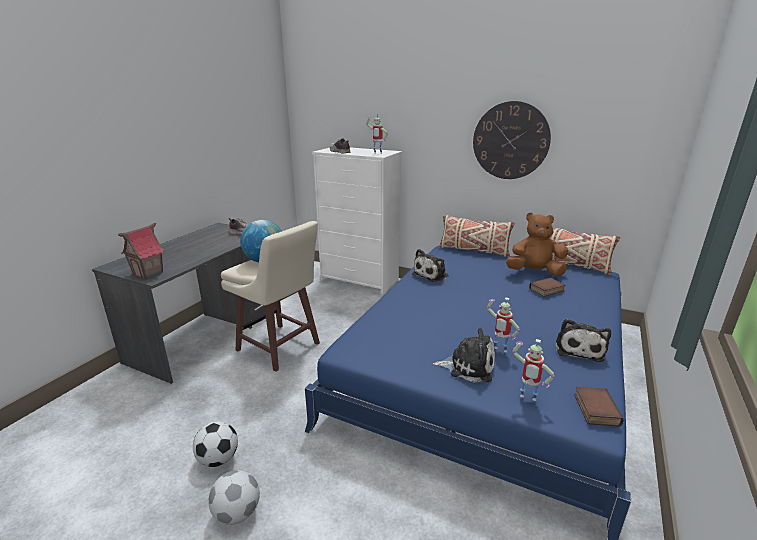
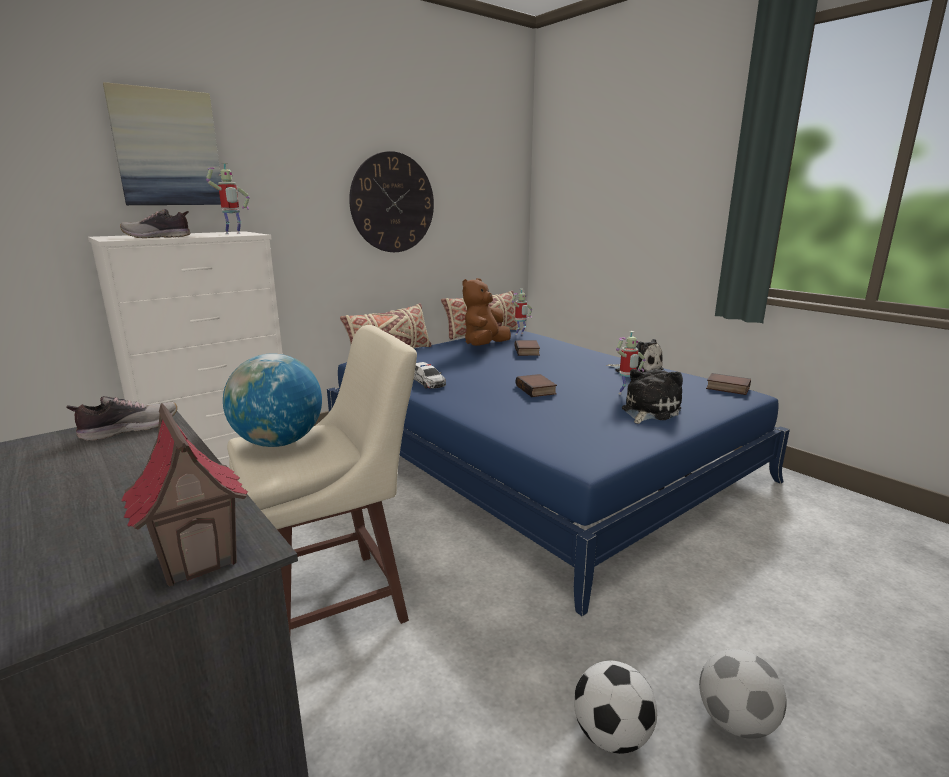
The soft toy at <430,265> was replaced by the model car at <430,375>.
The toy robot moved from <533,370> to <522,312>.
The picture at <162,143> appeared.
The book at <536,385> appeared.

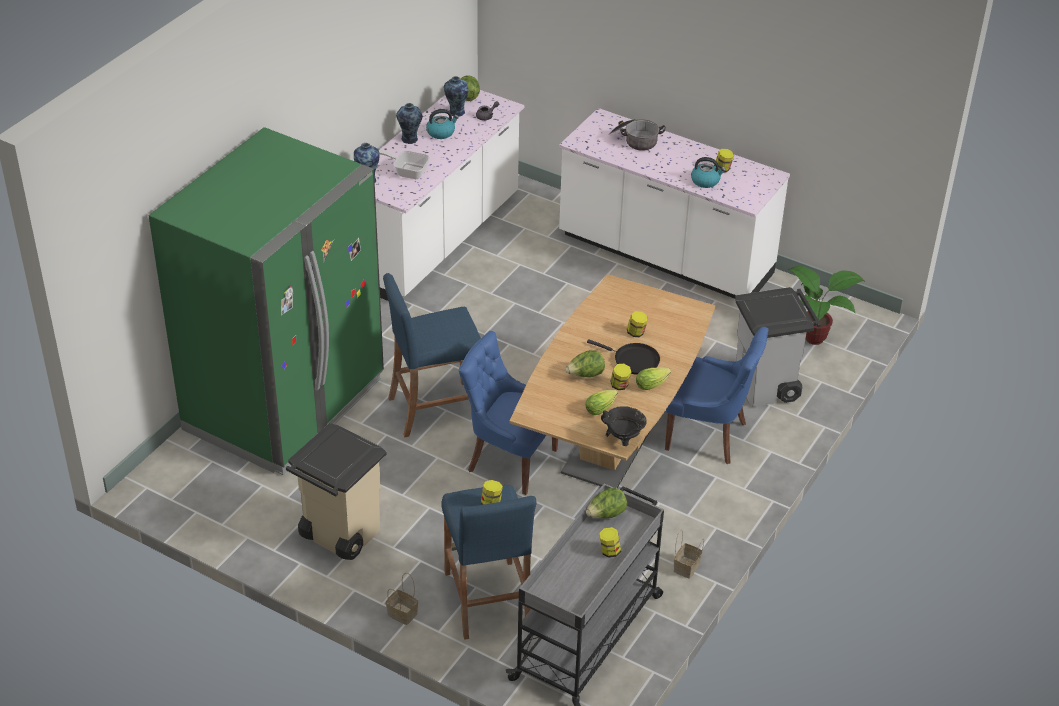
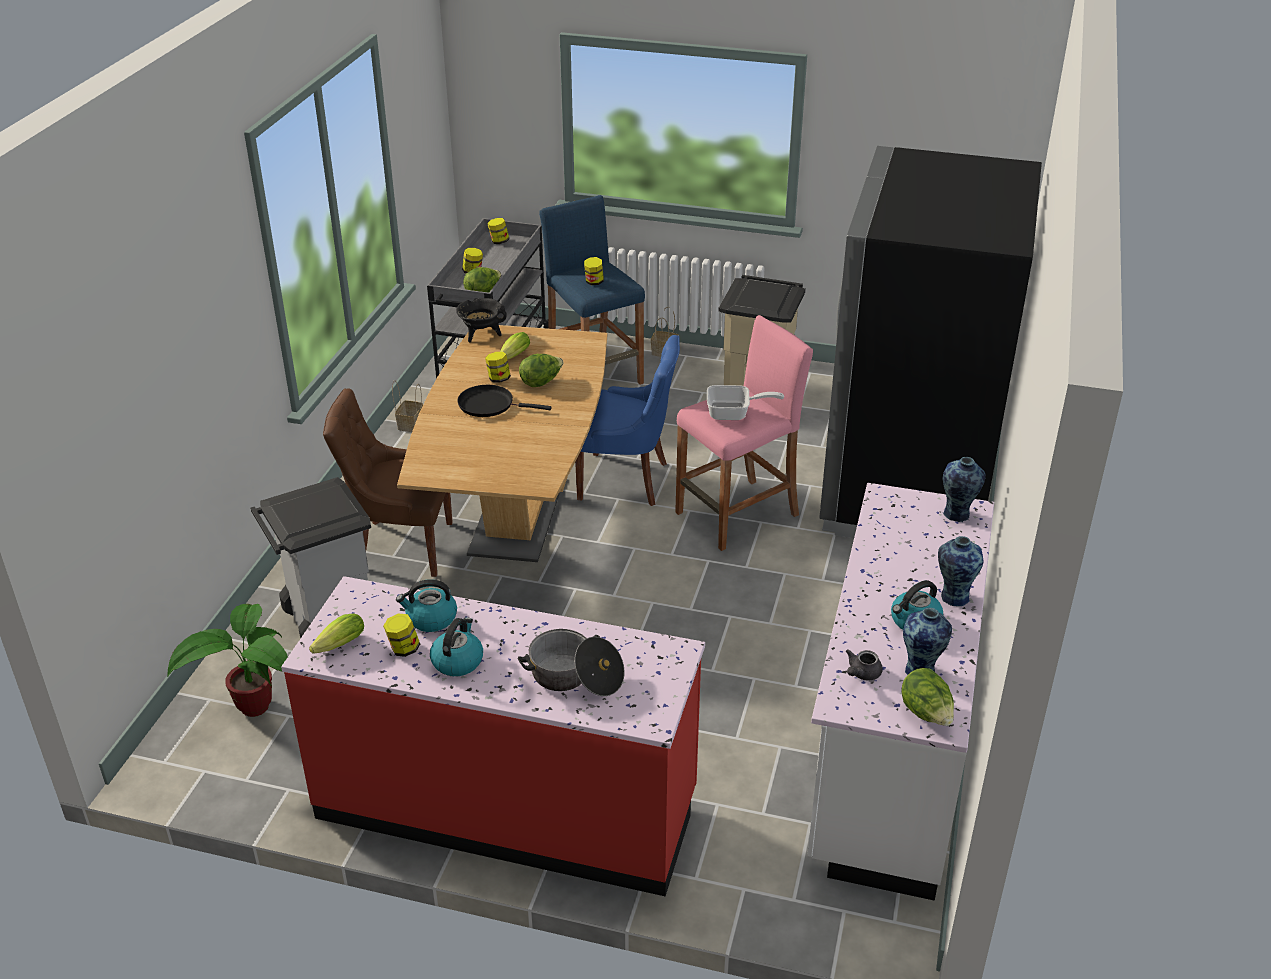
The white-coloured counter at <674,203> became the reddish counter at <493,736>.
The green-coloured kitchen fridge at <266,301> became the blackish kitchen fridge at <930,342>.
The pan moved from <404,164> to <745,402>.
The blue-coloured stool at <432,355> became the pink-coloured stool at <744,433>.
The jar moved from <637,324> to <498,231>.
The blue-coloured chair at <716,395> became the brown-coloured chair at <387,482>.
The lettuce moved from <653,378> to <336,633>.
The water kettle at <456,646> appeared.

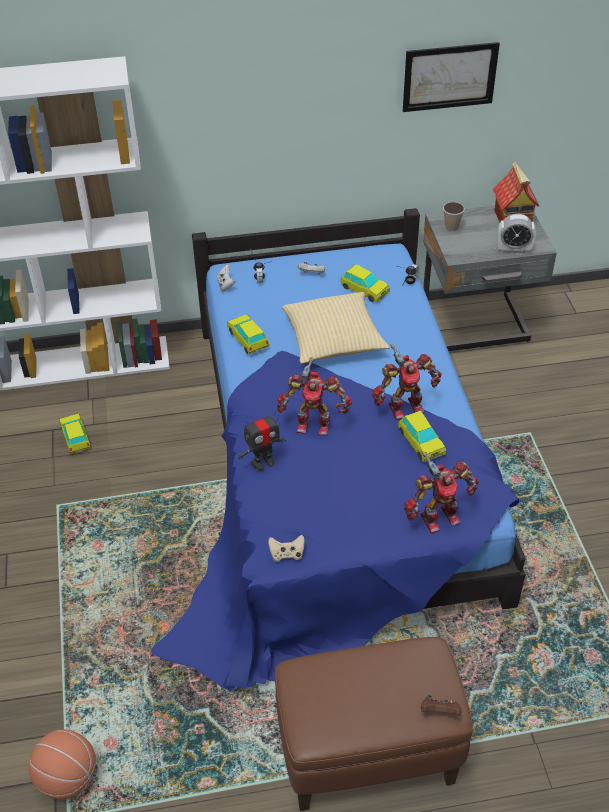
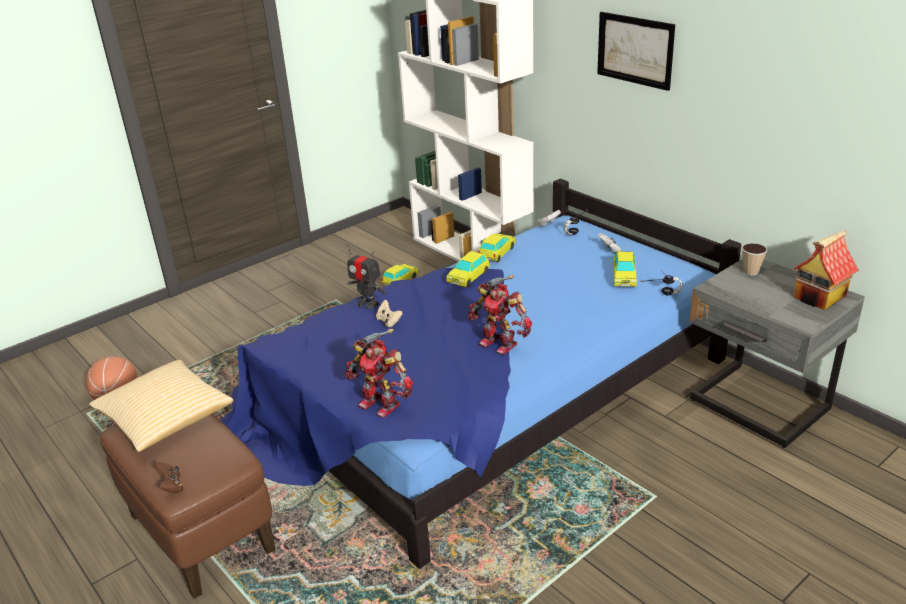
The picture moved from <451,77> to <636,51>.
The alarm clock at <516,234> disappeared.
The cushion moved from <336,328> to <161,406>.
The toy robot at <314,396> disappeared.
The model car moved from <422,436> to <468,269>.
The sand-coloured gamepad moved from <286,548> to <389,313>.

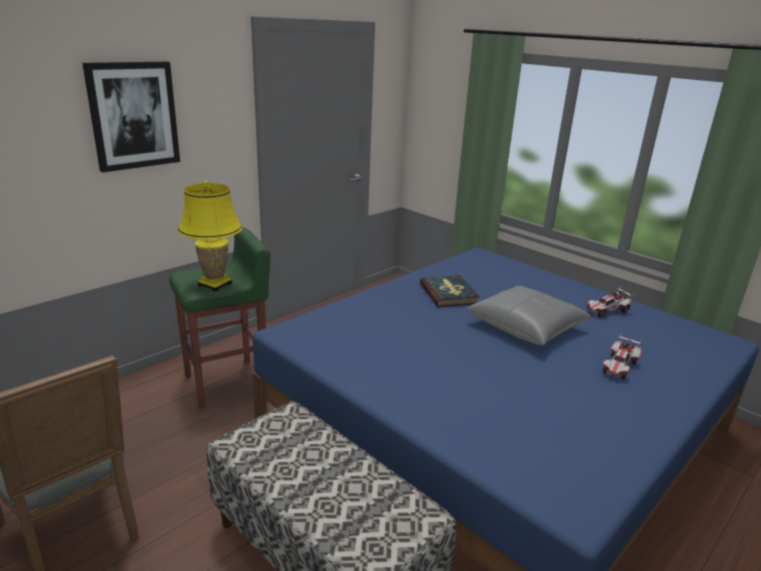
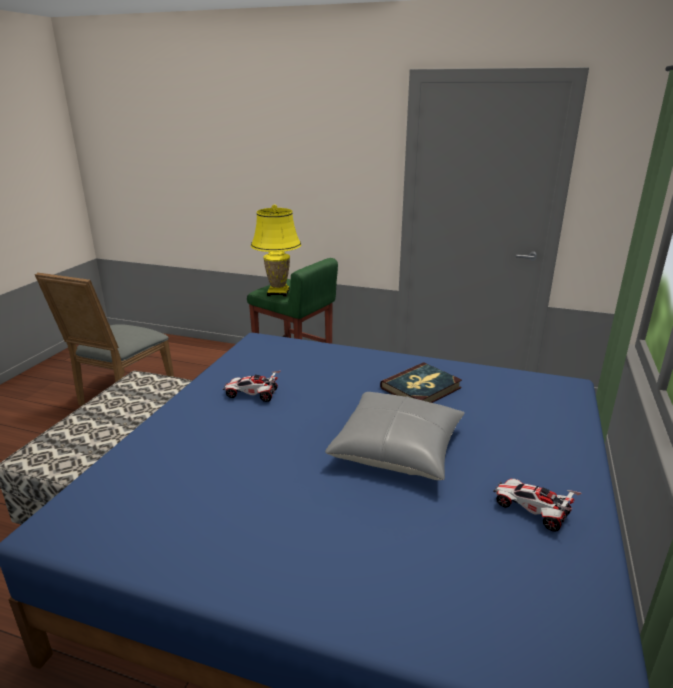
The picture at <131,117> disappeared.
The model car moved from <622,356> to <251,386>.

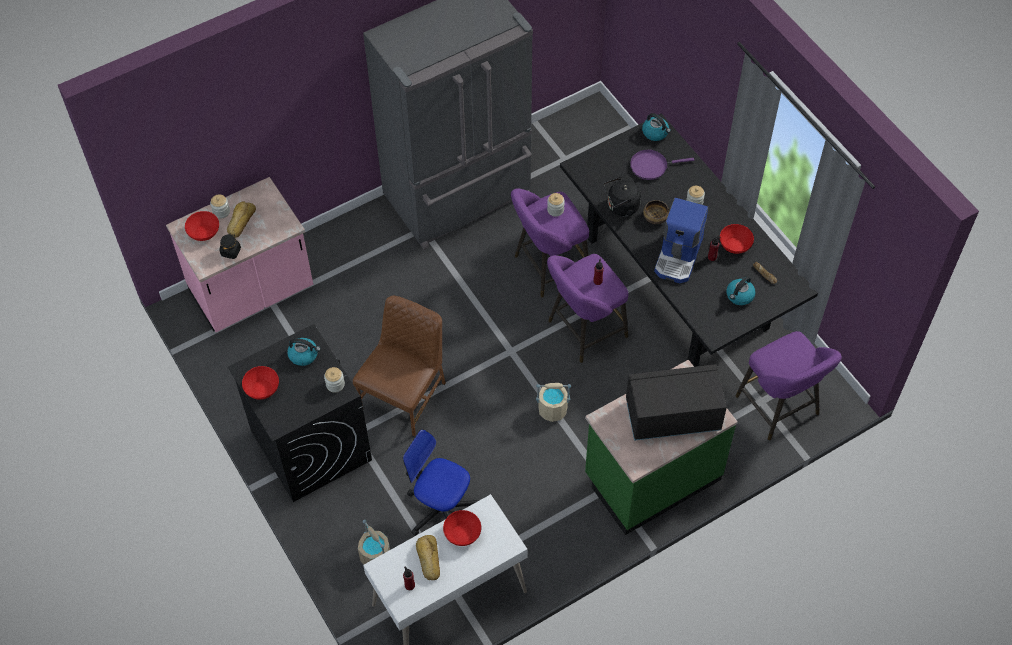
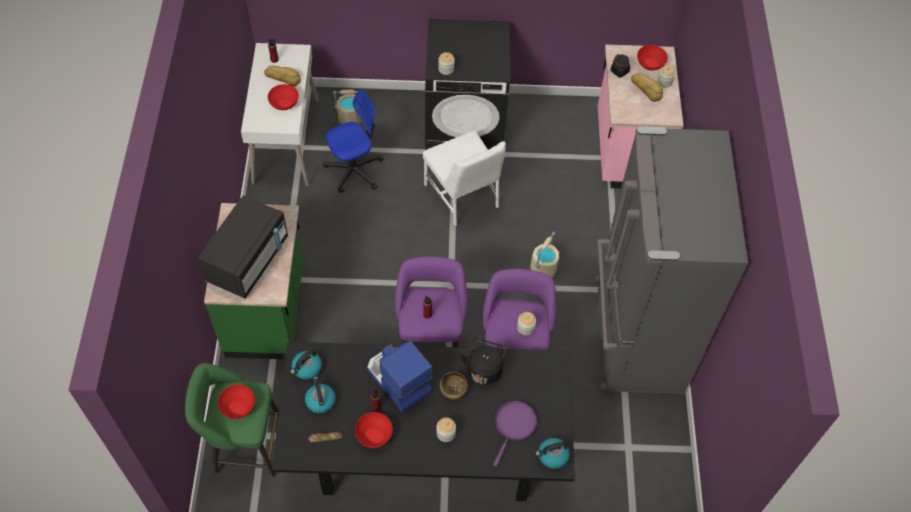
The brown-coloured chair at <399,366> became the white-coloured chair at <464,179>.
The purple stool at <789,385> became the green-coloured stool at <232,420>.
The water kettle moved from <304,352> to <306,365>.
The reddish bowl moved from <260,383> to <236,402>.
The sand-coloured bucket moved from <553,402> to <544,255>.

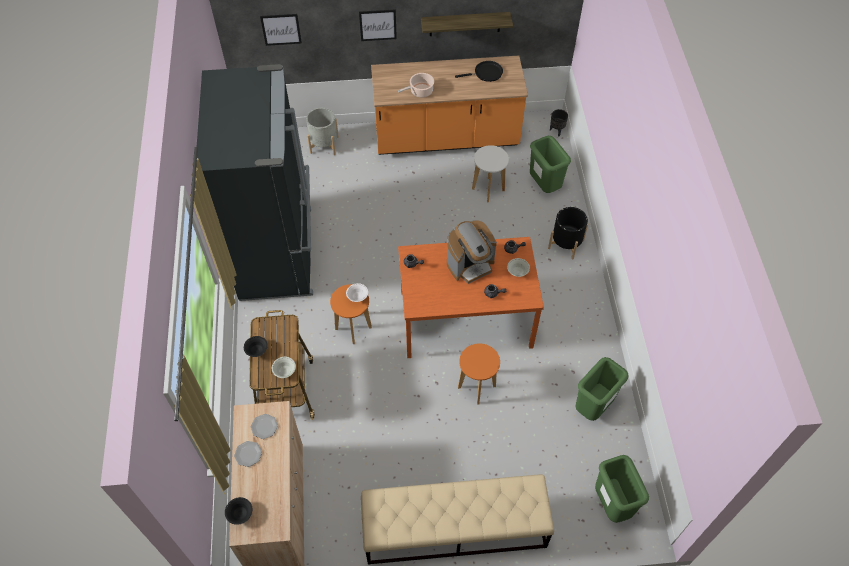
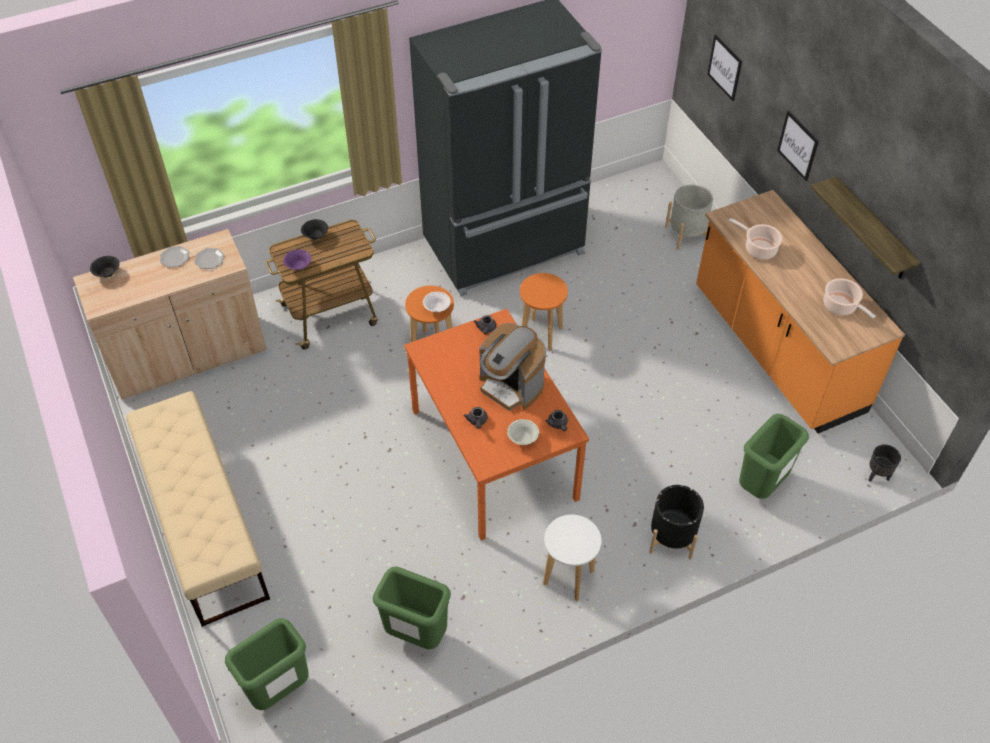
The blackish pan at <479,71> was replaced by the cooking pot at <849,298>.
The white-coloured stool moved from <490,174> to <572,558>.
The orangey stool moved from <479,374> to <544,312>.
The white-coloured bowl at <284,367> became the purple bowl at <297,260>.

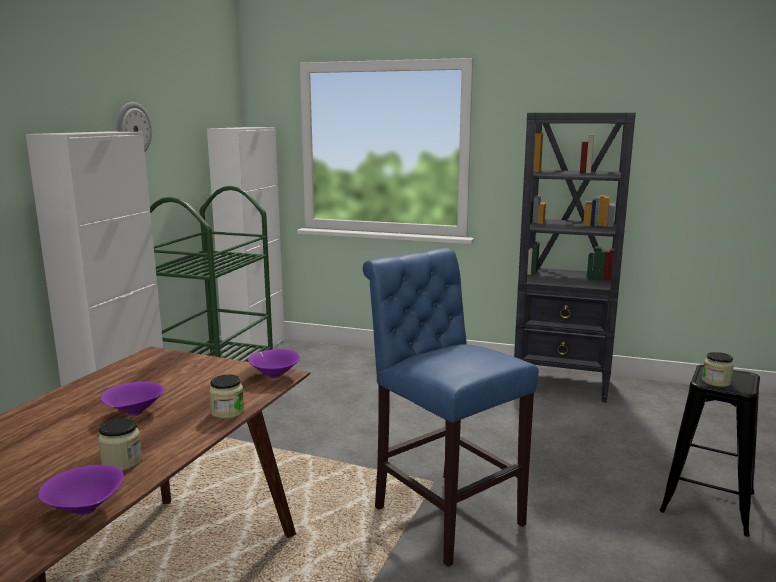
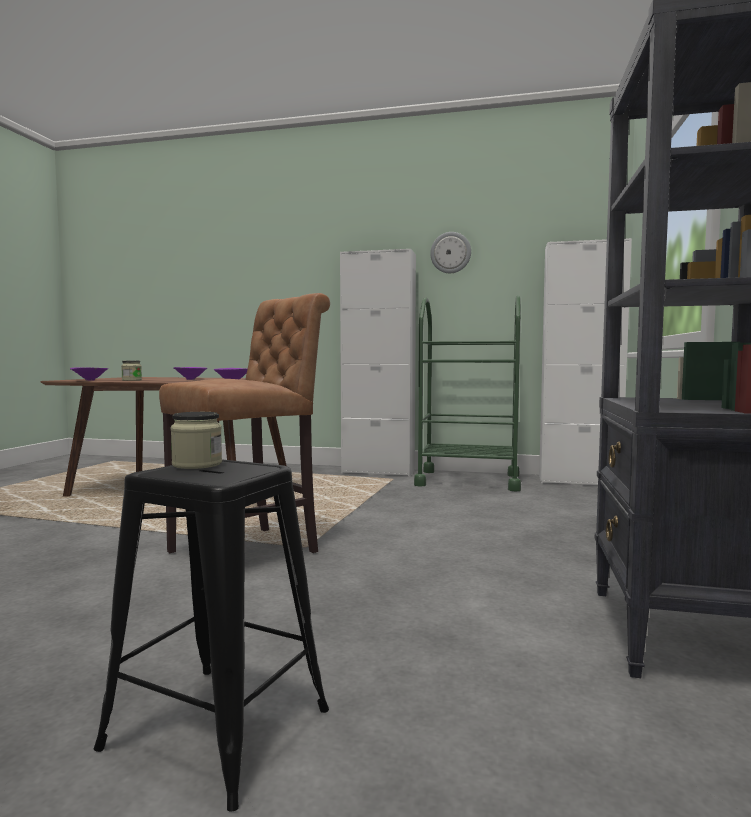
The blue-coloured stool at <451,407> became the brown-coloured stool at <244,423>.
The jar at <226,396> disappeared.

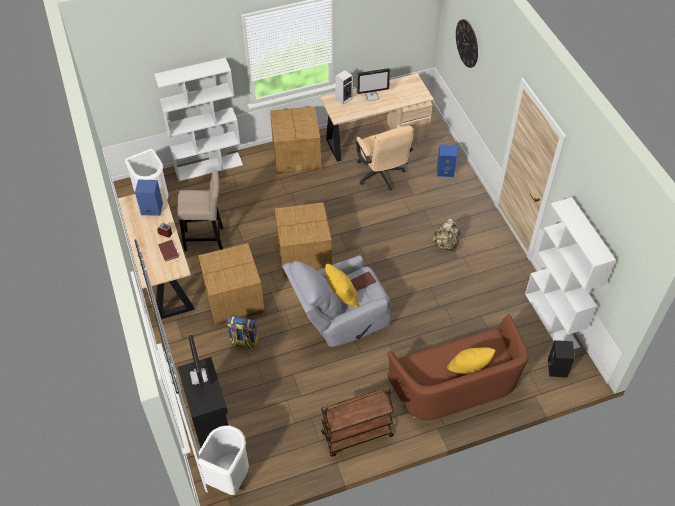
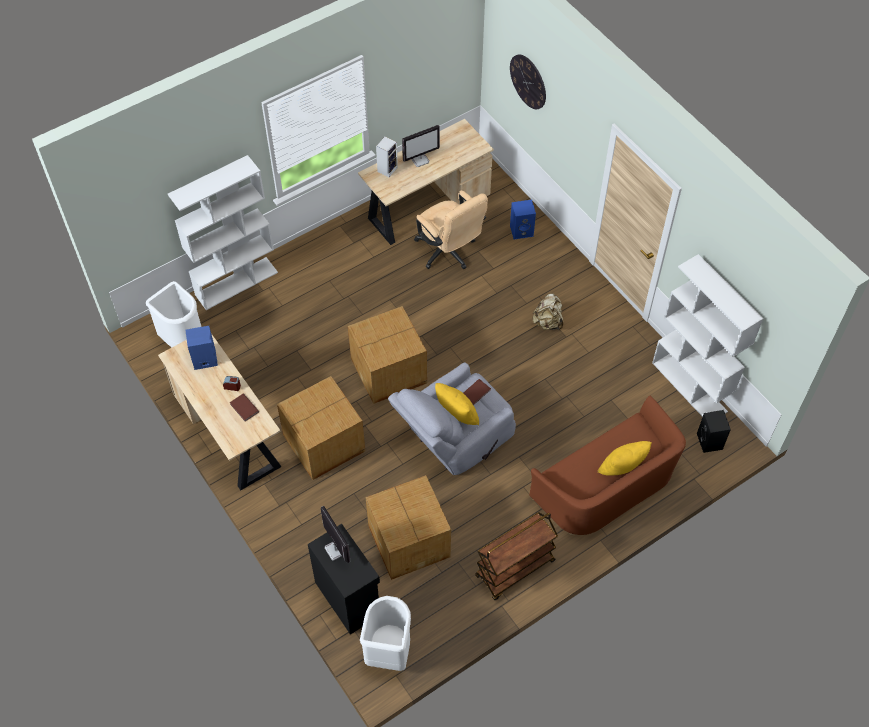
The packing box moved from <295,140> to <408,527>.
The sand-coloured stool at <200,210> disappeared.
The knapsack at <243,332> disappeared.

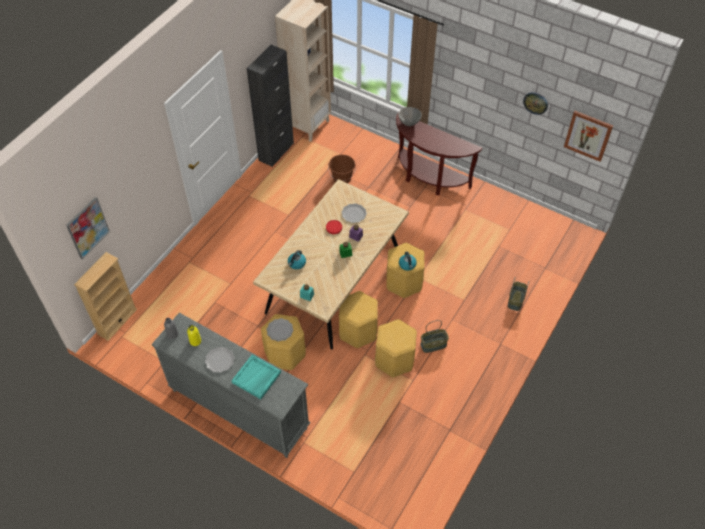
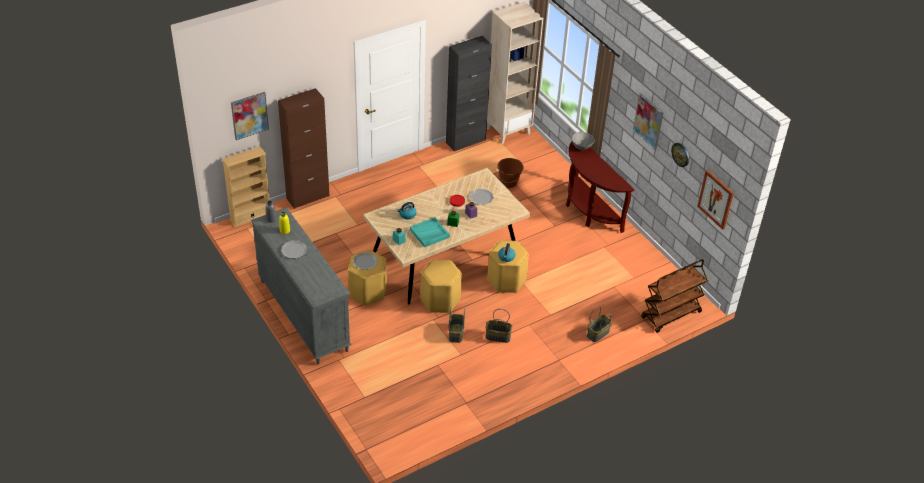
The yellowish stool at <396,348> was replaced by the storage basket at <457,325>.
The turquoise-coloured serving tray moved from <256,376> to <430,232>.
The brown-coloured storage cabinet at <303,148> appeared.
The picture at <648,121> appeared.
The brown-coloured cart at <674,296> appeared.

